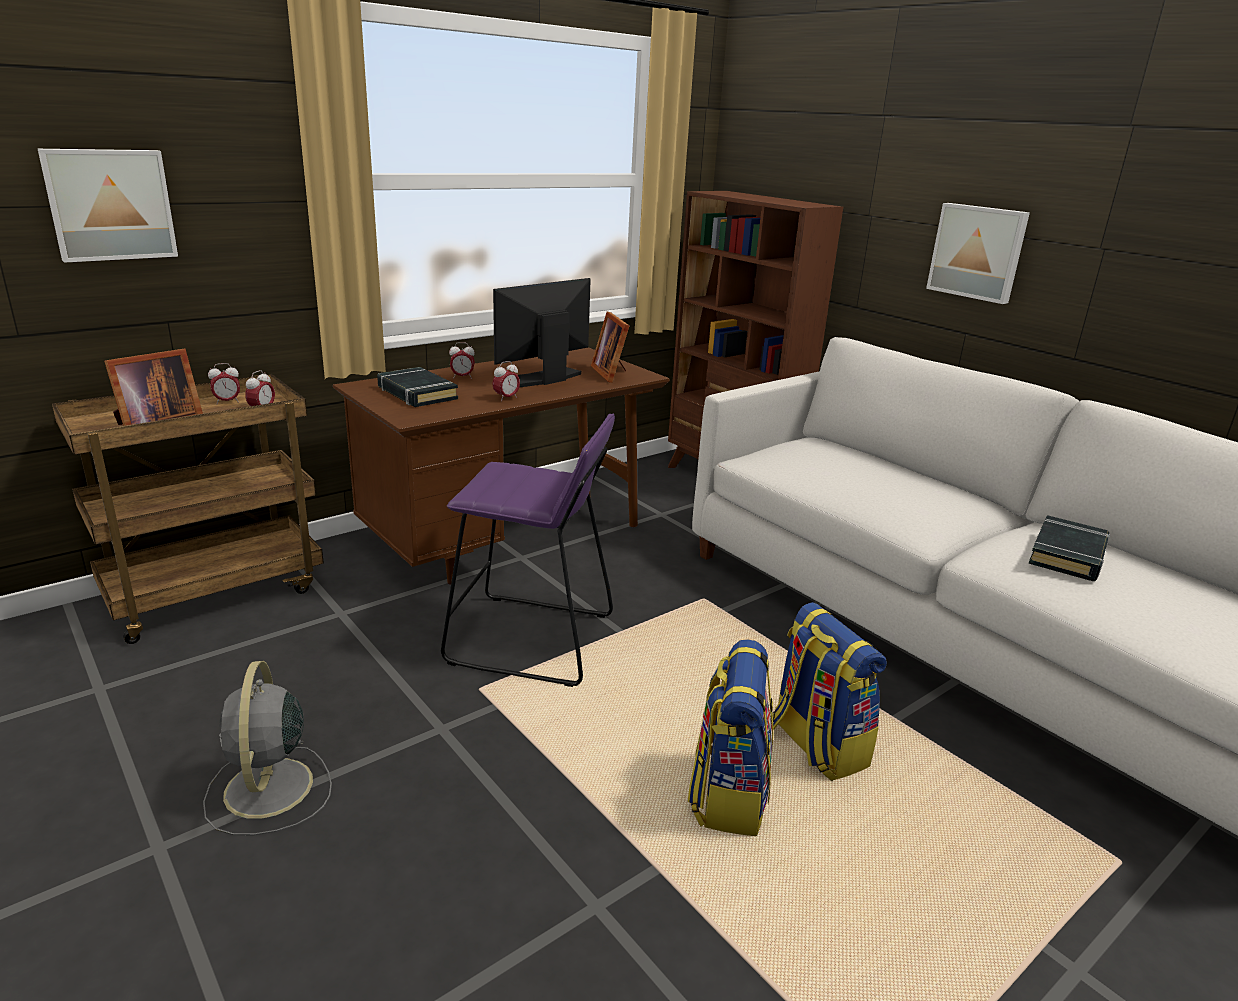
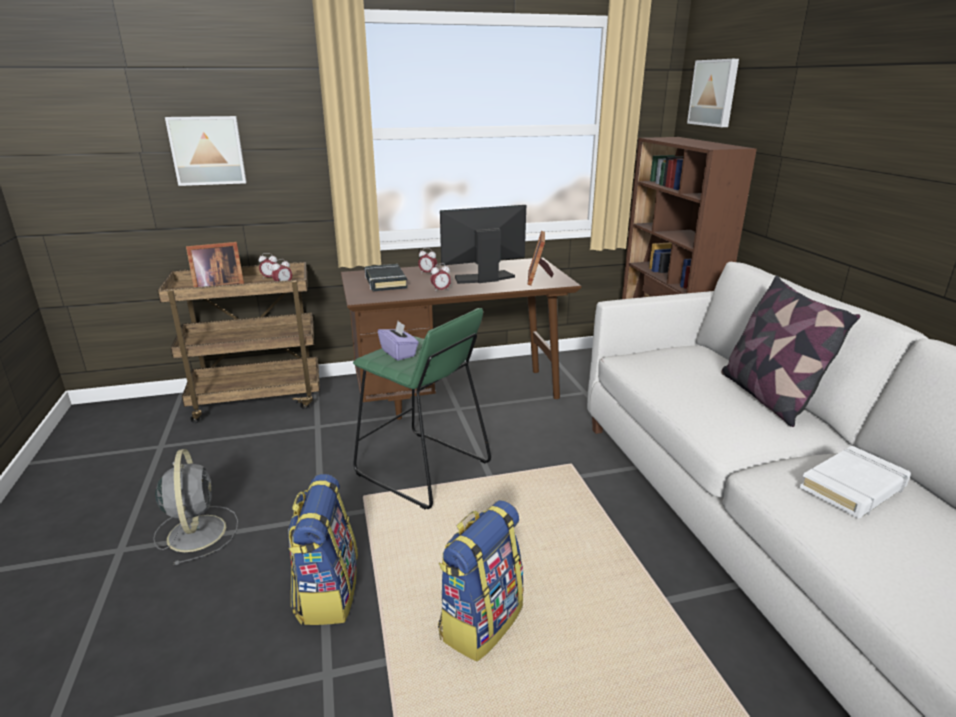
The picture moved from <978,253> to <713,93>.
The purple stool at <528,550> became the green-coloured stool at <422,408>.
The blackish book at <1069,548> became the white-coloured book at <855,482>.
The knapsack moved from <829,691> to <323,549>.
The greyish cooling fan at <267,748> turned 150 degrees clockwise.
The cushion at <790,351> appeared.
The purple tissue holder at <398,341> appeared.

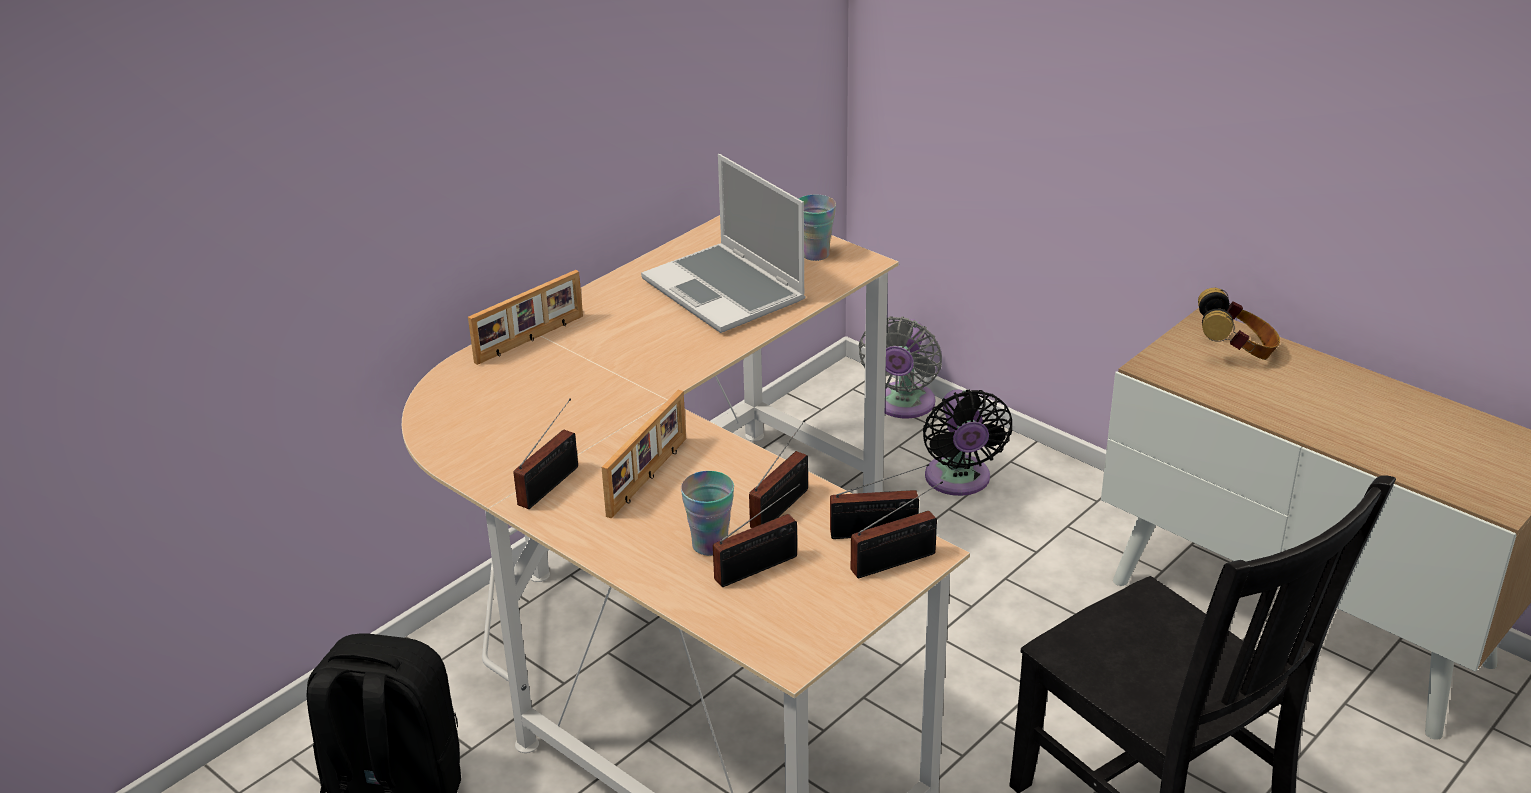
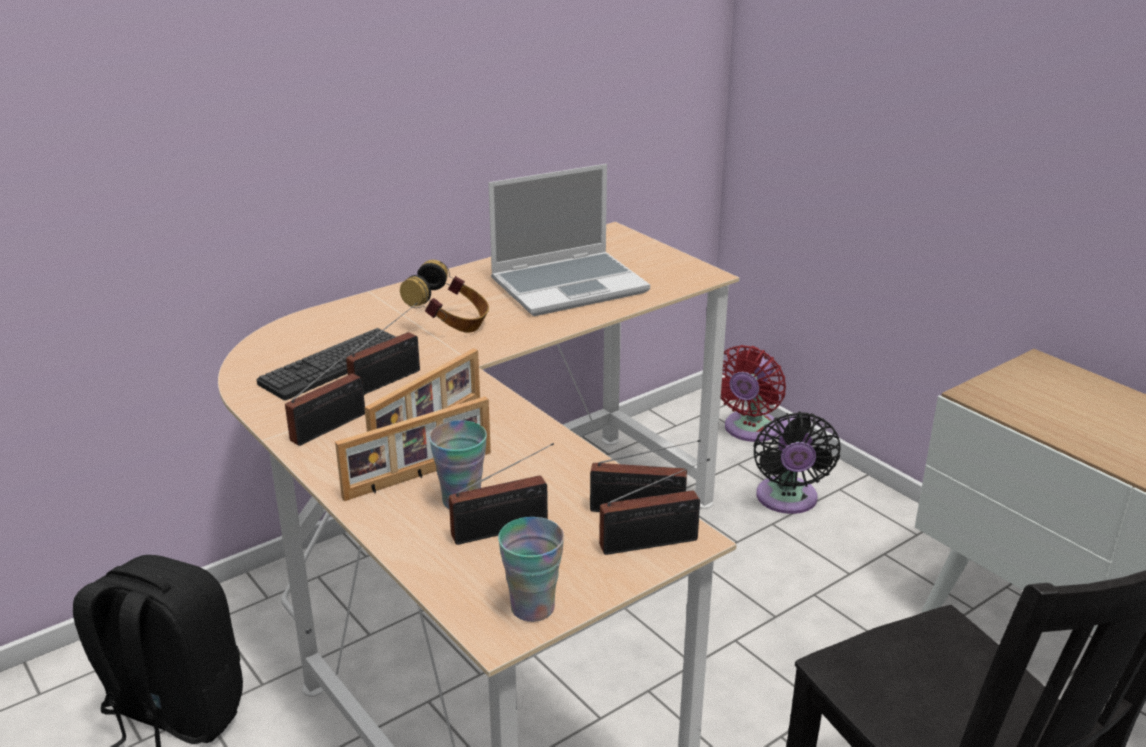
The notebook computer at <723,243> turned 90 degrees counterclockwise.
The small cup moved from <817,227> to <531,569>.
The photo frame moved from <525,317> to <413,448>.
The headset moved from <1239,324> to <444,296>.
The greyish cooling fan at <900,367> became the reddish cooling fan at <753,393>.
The radio set moved from <778,473> to <383,349>.
The PC keyboard at <326,364> appeared.

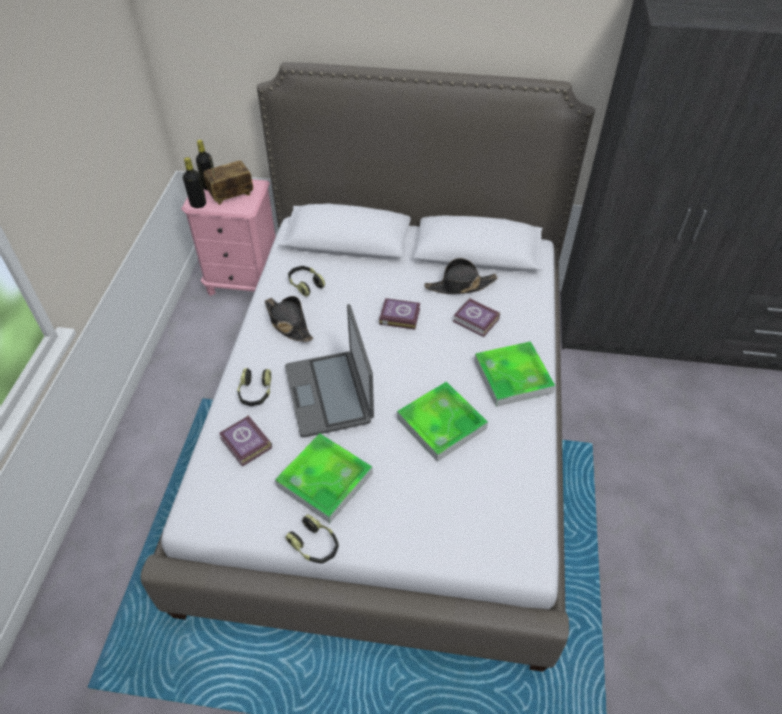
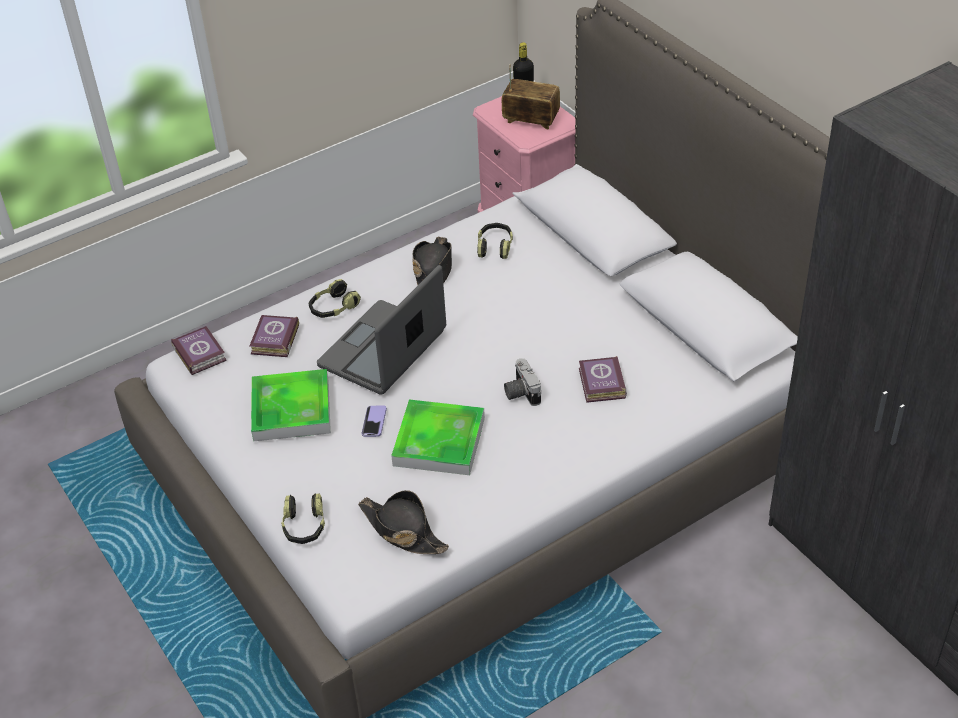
The blackish bottle at <194,182> disappeared.
The blackish hat moved from <461,276> to <403,522>.
The book moved from <399,314> to <199,350>.
The serving tray at <514,374> disappeared.
The headset moved from <312,538> to <303,518>.
The photo camera at <522,382> appeared.
The phone at <374,421> appeared.

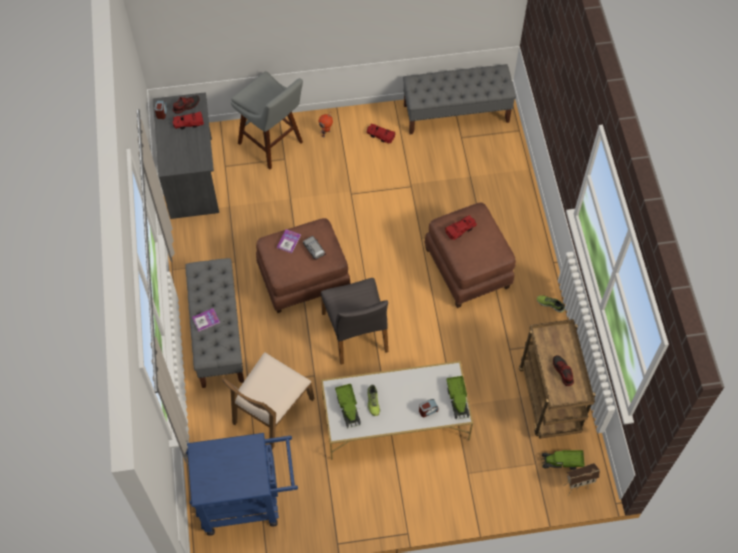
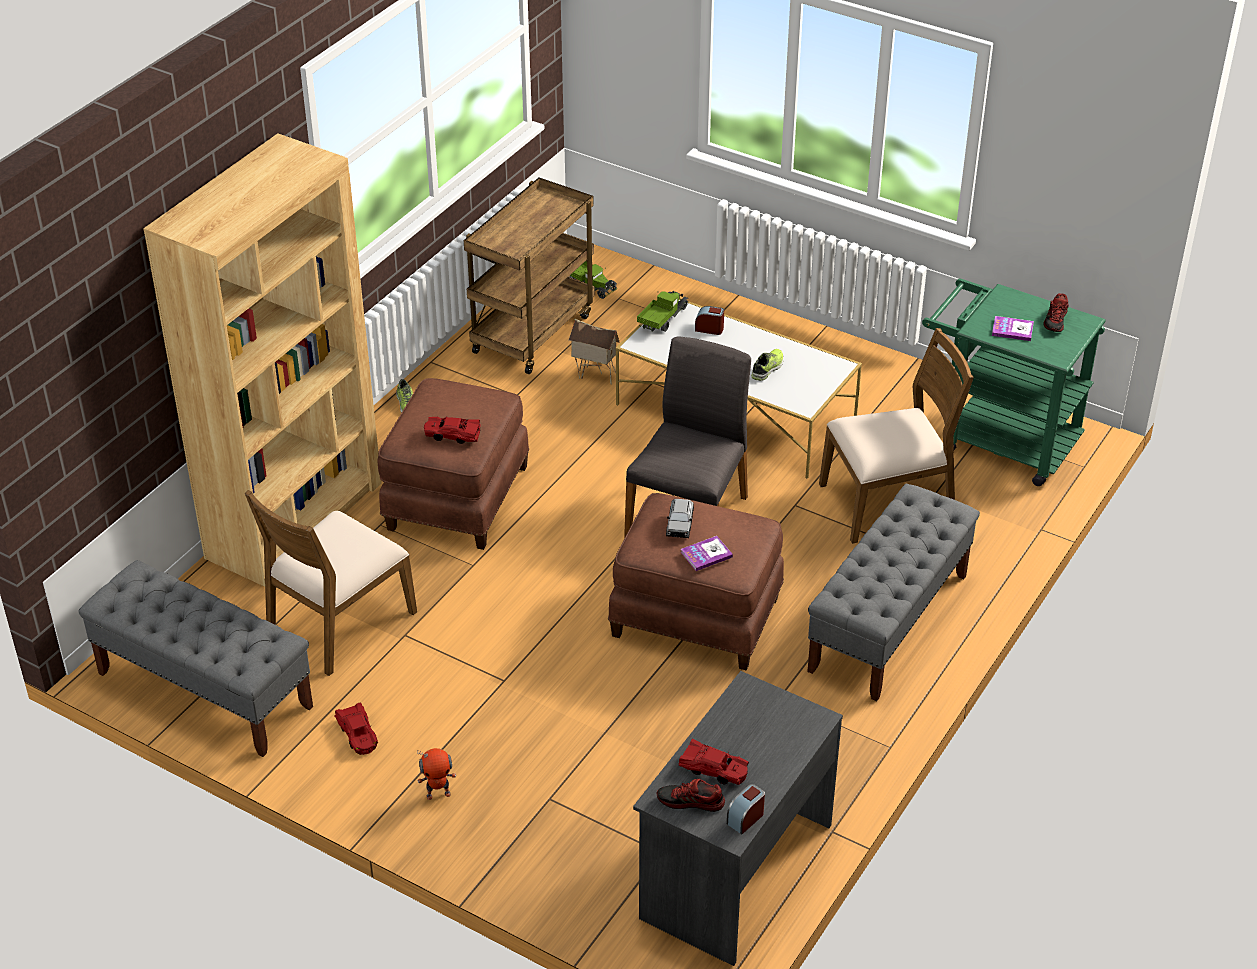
The greyish stool at <267,120> disappeared.
The book moved from <206,320> to <1013,328>.
The item of footwear moved from <563,370> to <1056,312>.
The toy truck at <348,406> disappeared.
The blue-coloured cart at <242,484> became the green-coloured cart at <1014,382>.
The miniature house moved from <581,479> to <594,352>.
The brown-coloured bookshelf at <262,360> appeared.
The brown-coloured chair at <331,583> appeared.

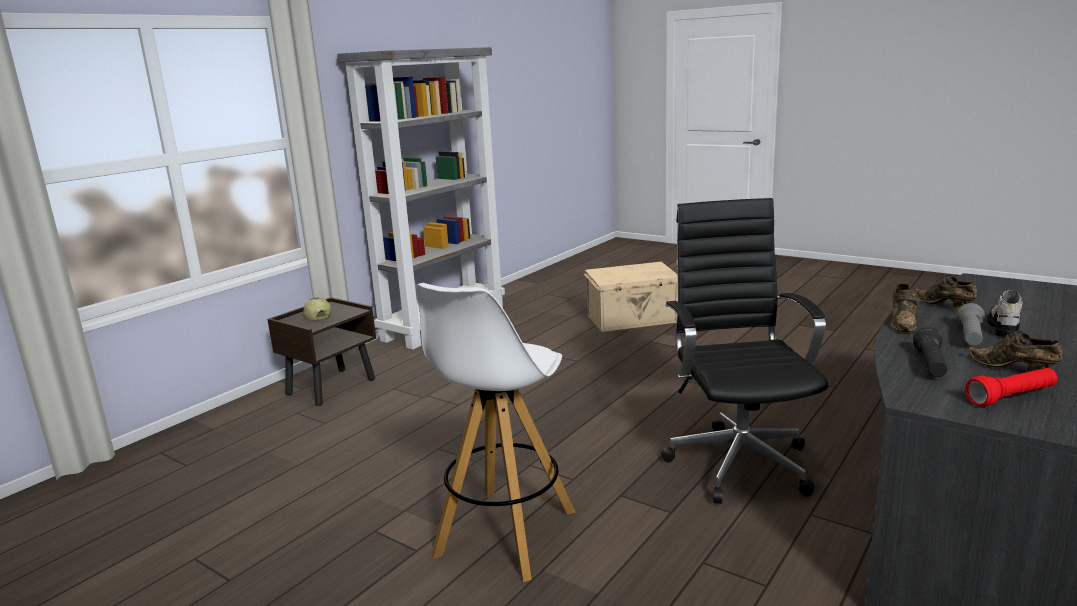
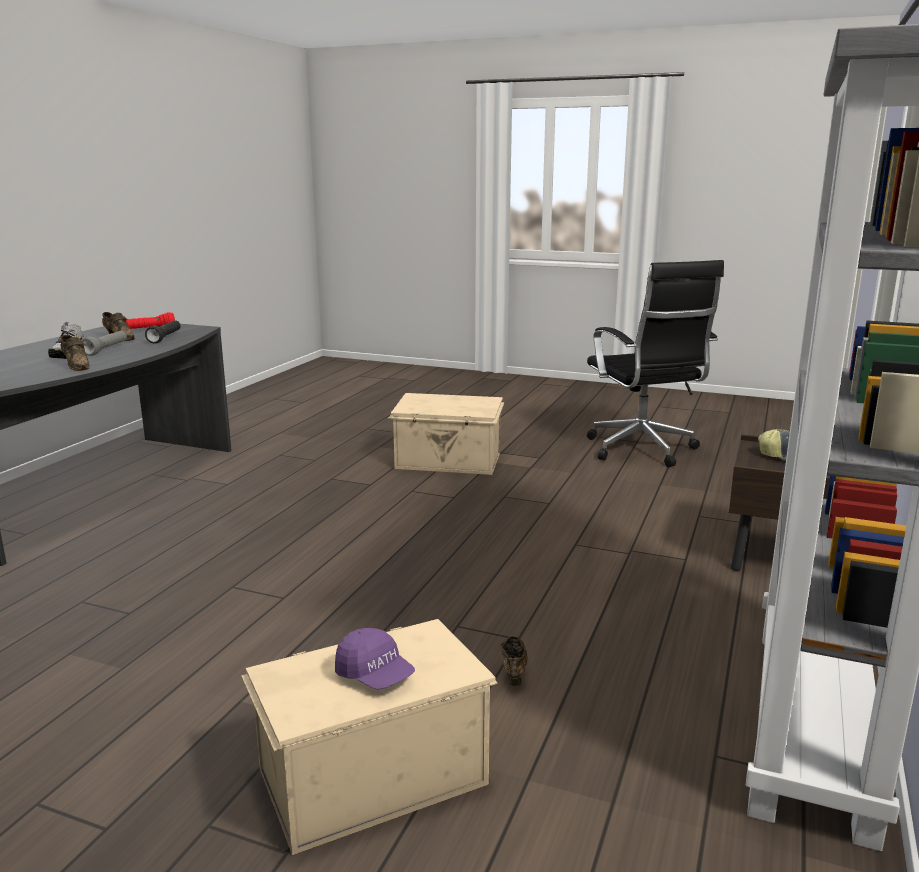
The blackish desk chair moved from <744,351> to <655,363>.
The white-coloured stool at <495,432> was replaced by the sand-coloured storage bin at <446,434>.
The brown-coloured item of footwear moved from <905,307> to <514,661>.
The purple cap at <375,659> appeared.

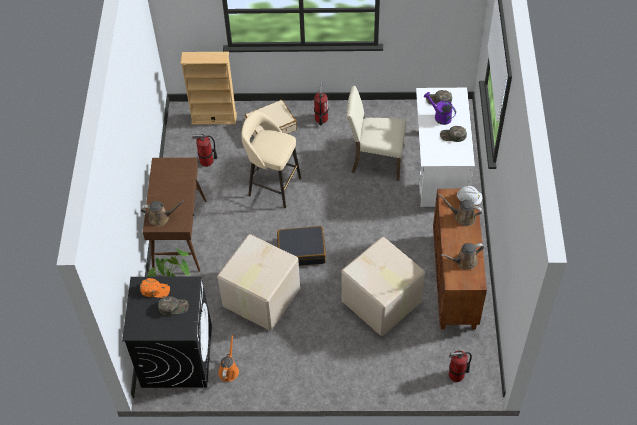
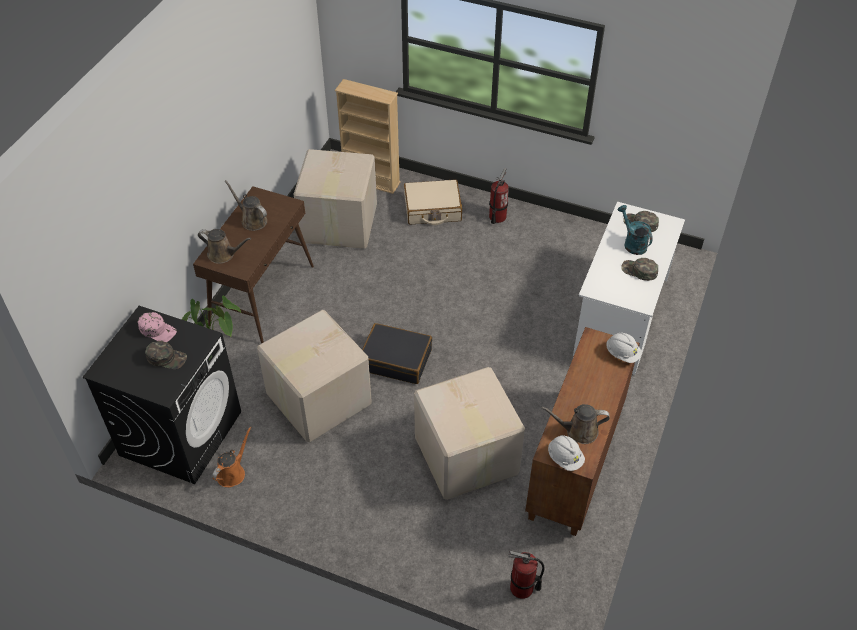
The sand-coloured chair at <376,133> disappeared.
The purple watering can at <440,108> became the turquoise-coloured watering can at <635,230>.
The sand-coloured stool at <271,159> disappeared.
The fire-fighting cylinder at <205,150> was replaced by the packing box at <335,199>.
The brown-coloured watering can moved from <461,210> to <246,205>.
The orangey cap at <155,288> became the pink-coloured cap at <157,327>.
The white-coloured safety helmet at <566,453> appeared.

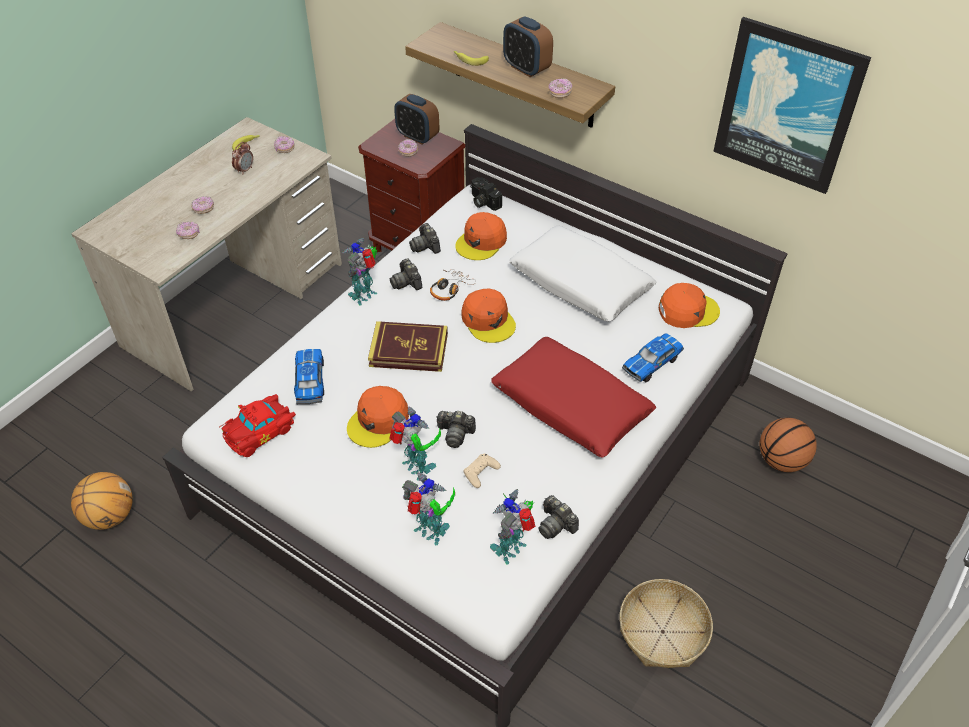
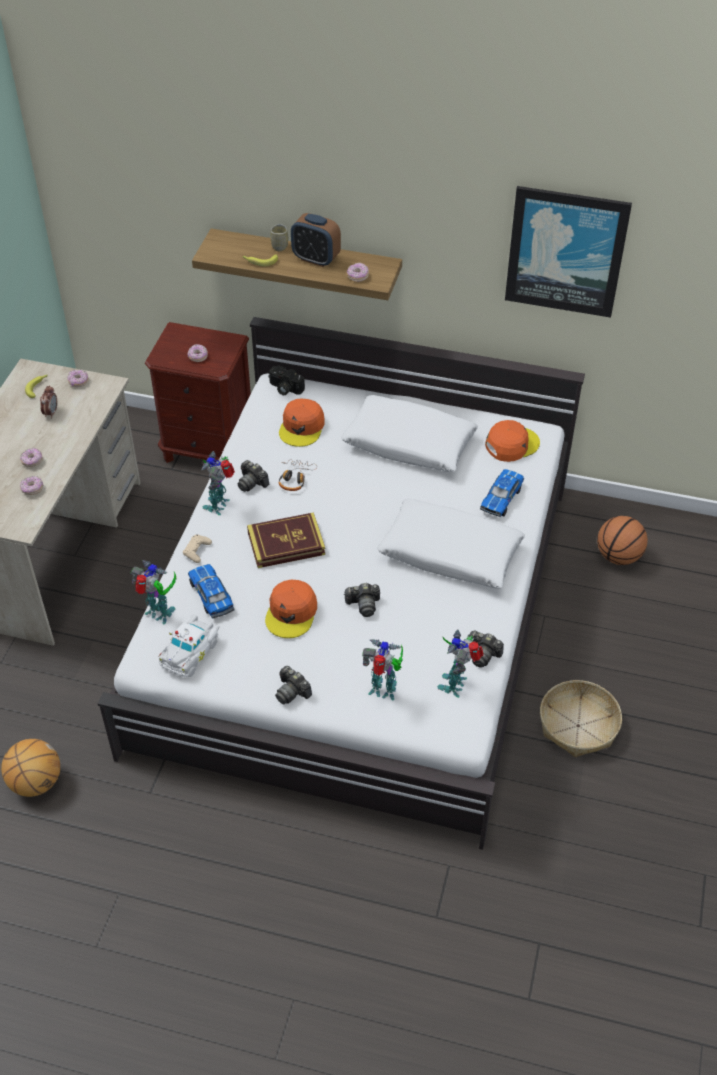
The alarm clock at <416,119> disappeared.
The photo camera moved from <425,238> to <293,685>.
The orangey cap at <488,316> disappeared.
The reddish cushion at <573,397> became the white-coloured cushion at <451,543>.
The reddish model car at <257,425> became the white-coloured model car at <189,645>.
The toy robot moved from <415,443> to <154,592>.
The sand-coloured gamepad moved from <482,471> to <197,548>.
The small cup at <279,237> appeared.

